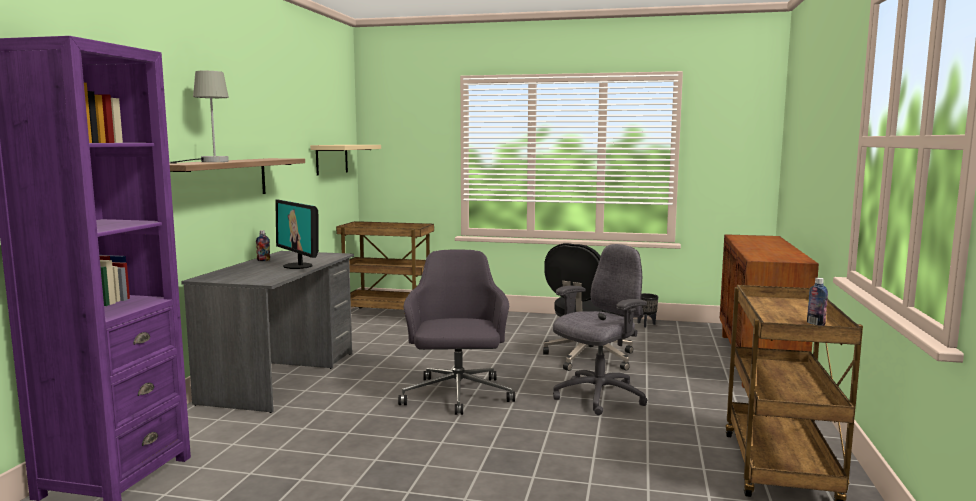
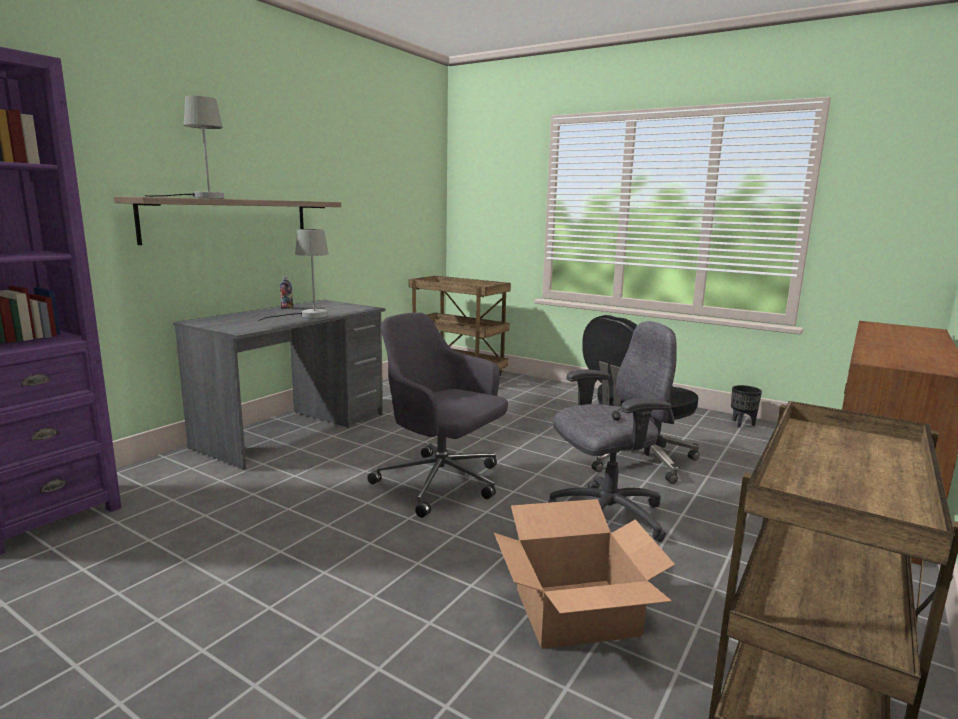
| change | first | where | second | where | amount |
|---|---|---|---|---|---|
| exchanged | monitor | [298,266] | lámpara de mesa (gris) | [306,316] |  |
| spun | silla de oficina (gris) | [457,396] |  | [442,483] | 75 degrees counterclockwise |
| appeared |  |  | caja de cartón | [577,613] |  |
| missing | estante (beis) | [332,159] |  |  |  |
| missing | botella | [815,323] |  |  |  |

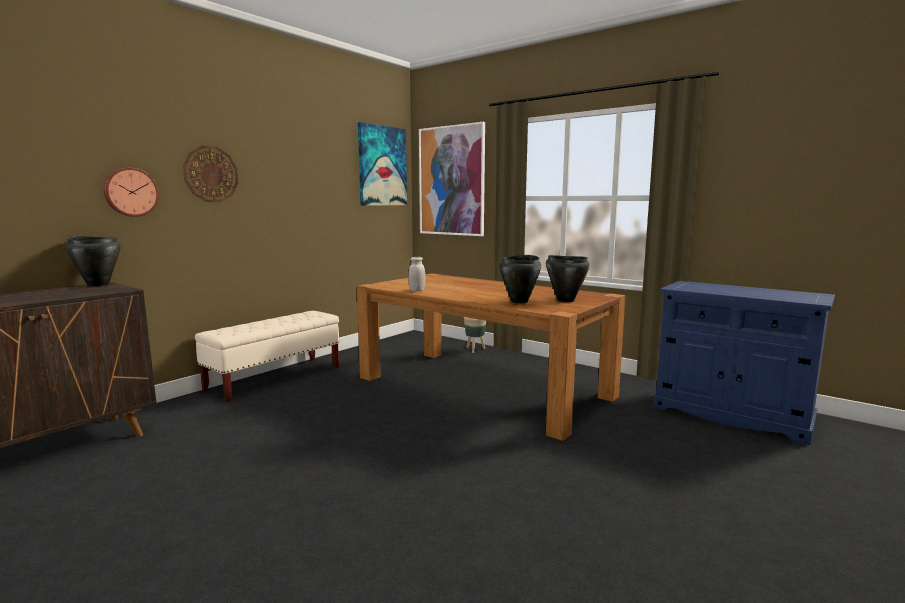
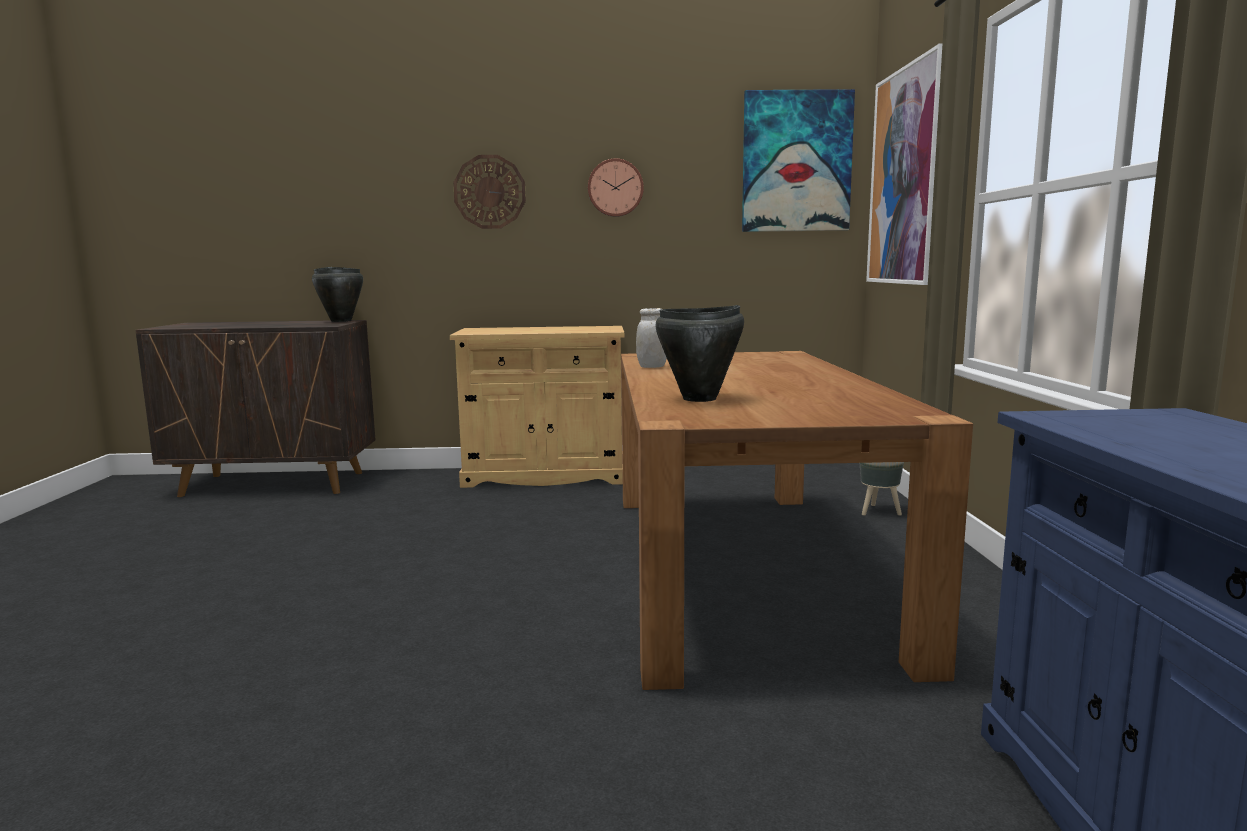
| change | first | where | second | where | amount |
|---|---|---|---|---|---|
| exchanged | banco (beis) | [275,378] | armario (beis) | [545,475] |  |
| relocated | reloj de pared | [130,192] |  | [615,188] |  |
| missing | olla (negro) | [565,300] |  |  |  |

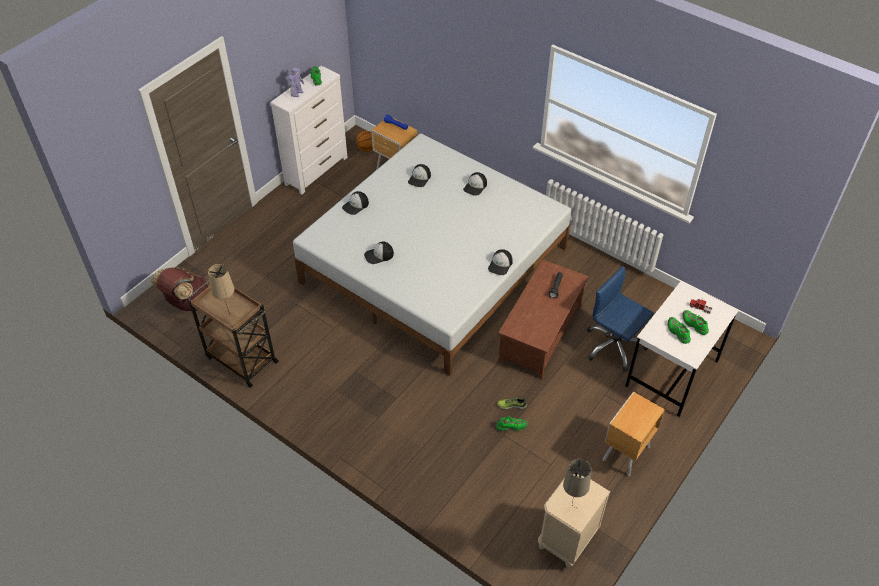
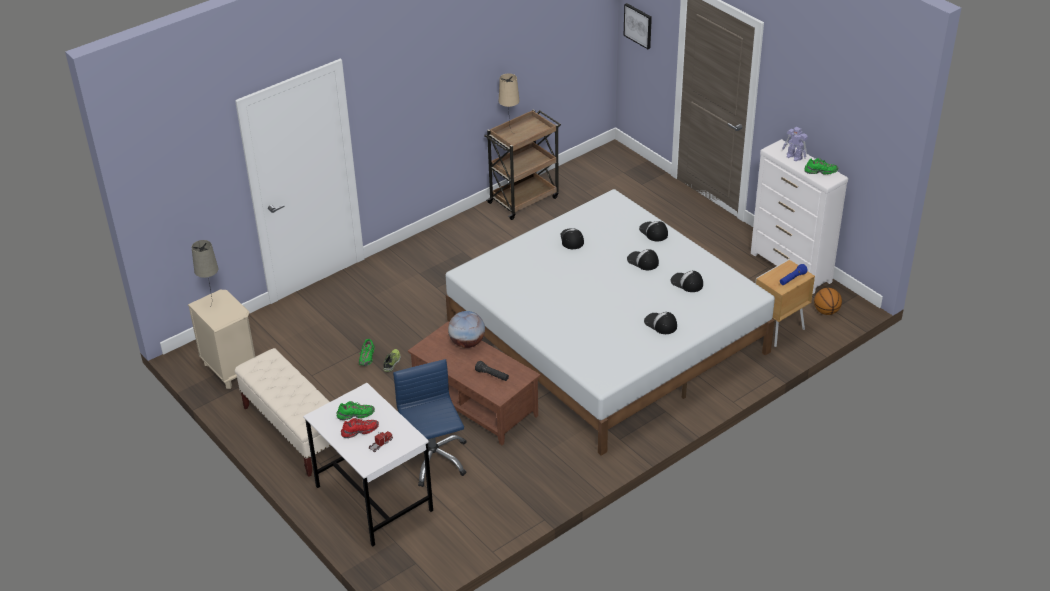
| change | first | where | second | where | amount |
|---|---|---|---|---|---|
| exchanged | mesita de noche (marrón) | [625,454] | banco (beis) | [294,431] |  |
| colour | zapato (verde) | [694,325] | zapato (rojo) | [360,431] |  |
| spun | silla de oficina (azul) | [614,346] |  | [432,459] | 75 degrees counterclockwise |
| appeared |  |  | globo terráqueo | [467,343] |  |
| appeared |  |  | cuadro | [638,25] |  |
| relocated | gorra | [500,265] |  | [642,261] |  |
| missing | mochila (marrón) | [187,303] |  |  |  |

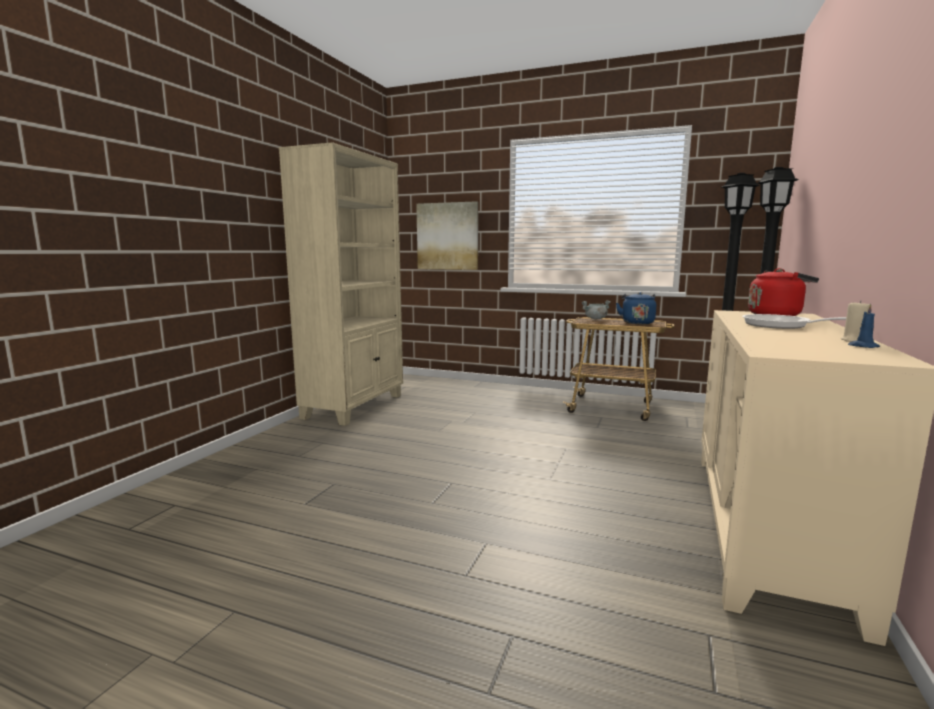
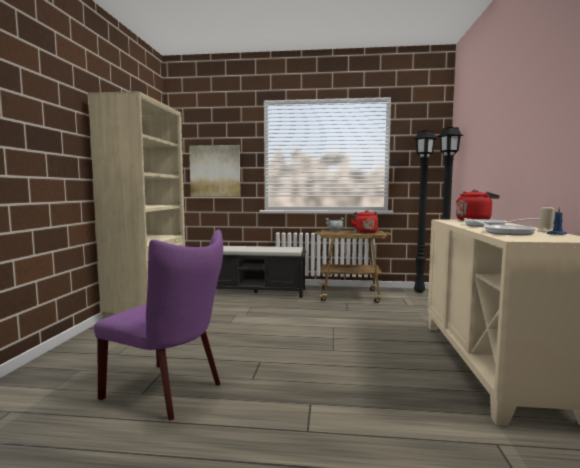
| change | first | where | second | where | amount |
|---|---|---|---|---|---|
| appeared |  |  | silla (morado) | [169,391] |  |
| appeared |  |  | banco (negro) | [255,291] |  |
| colour | hervidor (azul) | [637,322] | hervidor (rojo) | [365,232] |  |
| appeared |  |  | sartén | [504,232] |  |

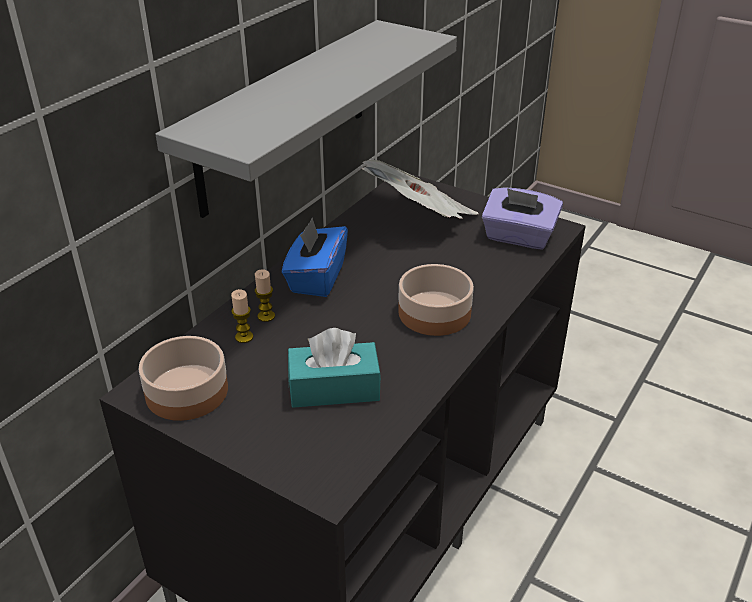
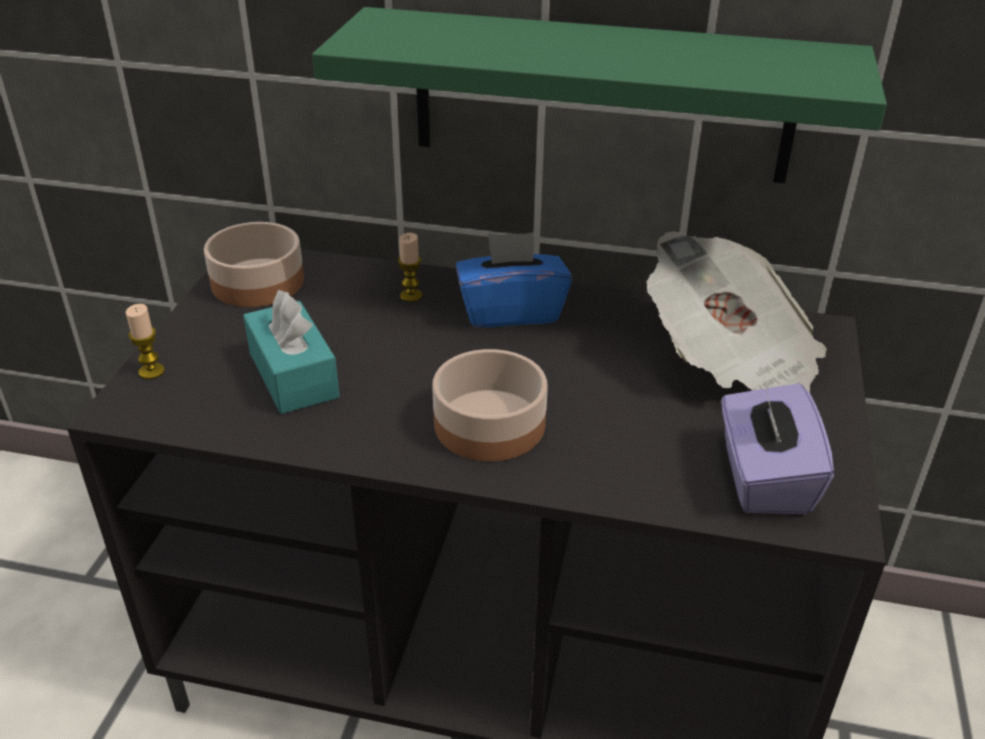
| change | first | where | second | where | amount |
|---|---|---|---|---|---|
| relocated | vela | [244,337] |  | [151,371] |  |
| colour | estante (gris) | [285,116] | estante (verde) | [601,96] |  |

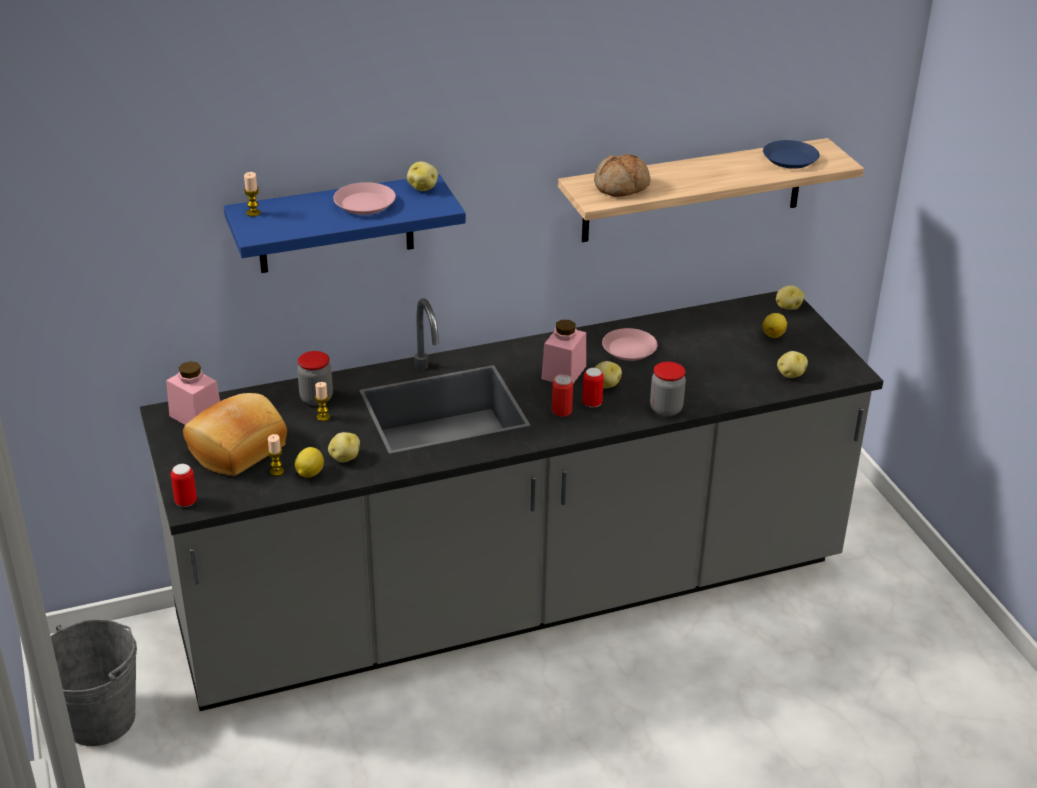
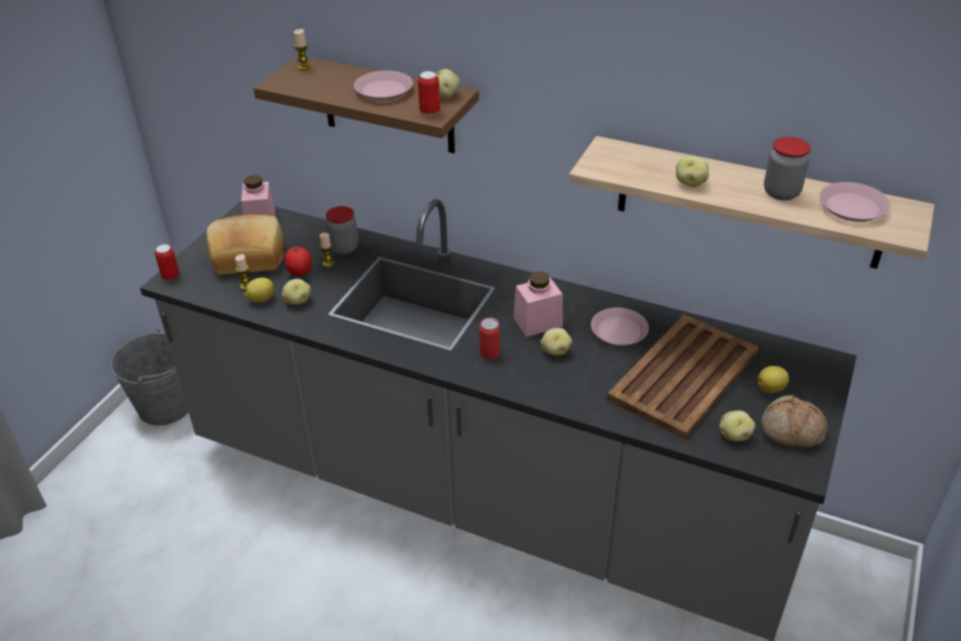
| change | first | where | second | where | amount |
|---|---|---|---|---|---|
| colour | estante (azul) | [335,224] | estante (marrón) | [388,105] |  |
| appeared |  |  | tomate | [300,273] |  |
| relocated | lata | [592,403] |  | [429,112] |  |
| appeared |  |  | bandeja (marrón) | [685,374] |  |
| relocated | patata | [787,307] |  | [690,183] |  |
| relocated | pan | [622,187] |  | [791,431] |  |
| relocated | tarro | [666,409] |  | [781,192] |  |
| colour | plato (azul) | [790,159] | plato (rosa) | [852,208] |  |

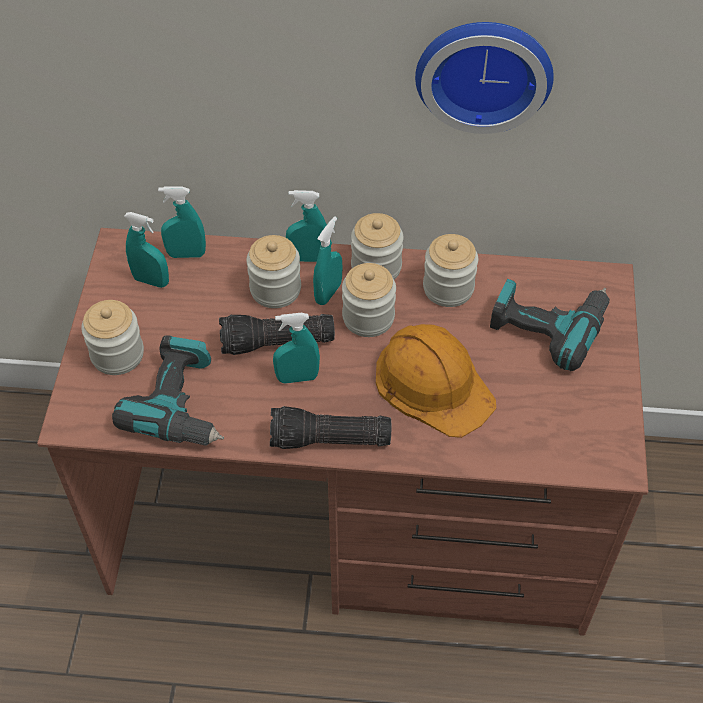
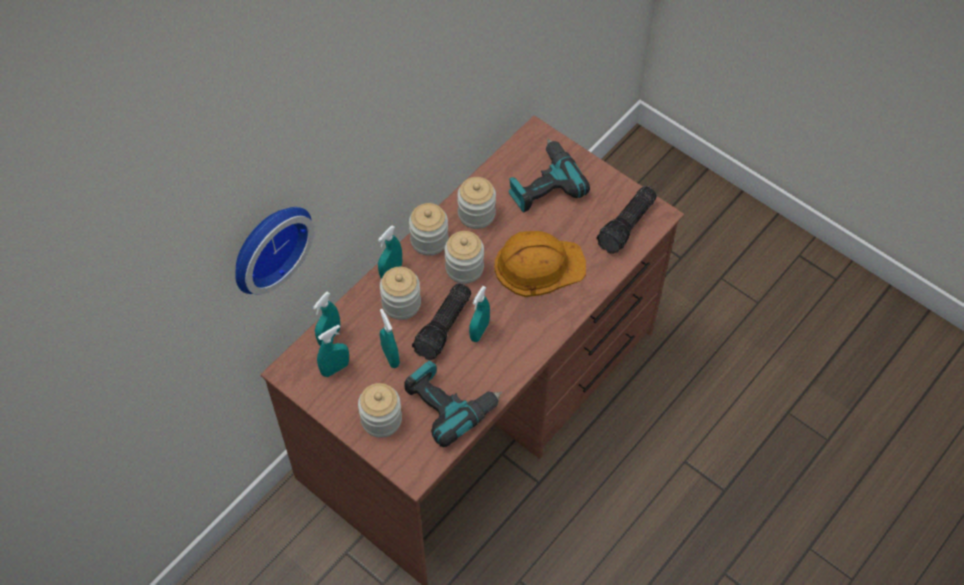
| change | first | where | second | where | amount |
|---|---|---|---|---|---|
| relocated | reloj de pared | [484,70] |  | [267,245] |  |
| relocated | pulverizador (turquesa) | [328,293] |  | [390,357] |  |
| relocated | linterna | [328,441] |  | [627,226] |  |

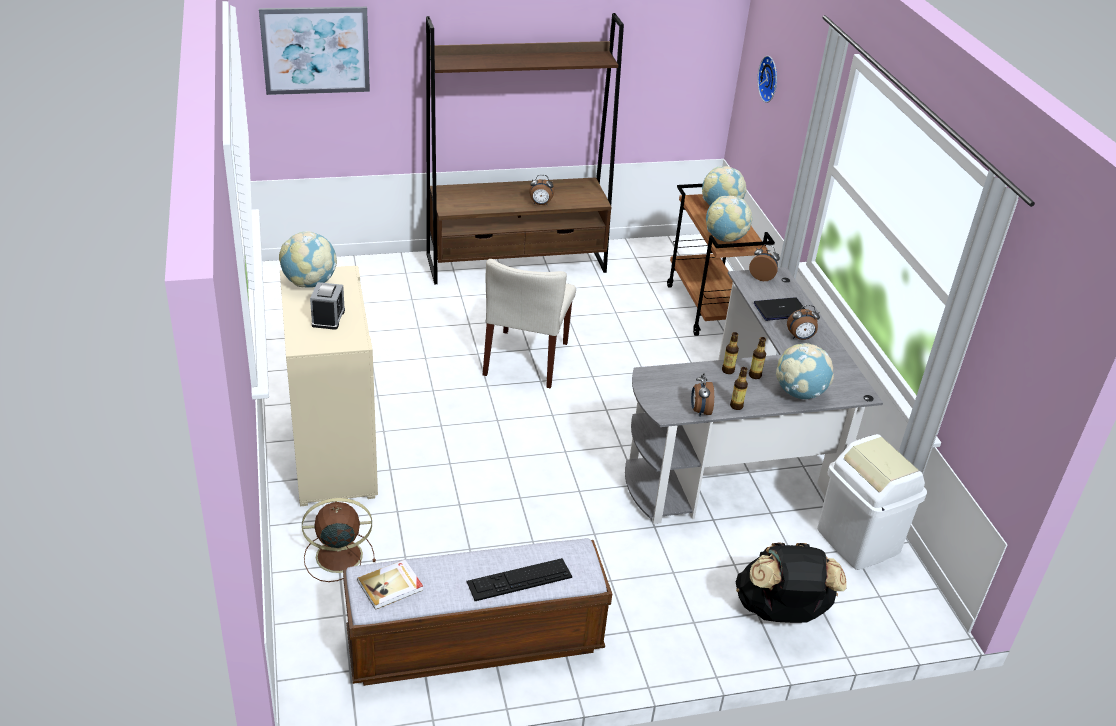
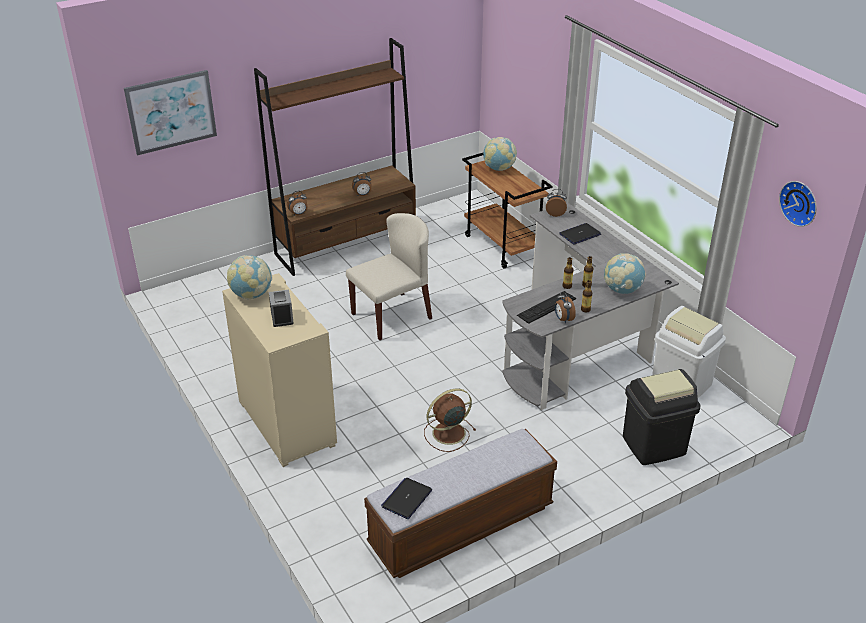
| change | first | where | second | where | amount |
|---|---|---|---|---|---|
| relocated | despertador | [800,338] |  | [298,214] |  |
| spun | silla (beis) | [526,359] |  | [392,315] | 120 degrees counterclockwise |
| exchanged | libro | [391,586] | portátil | [407,499] |  |
| relocated | ventilador (marrón) | [337,556] |  | [447,433] |  |
| relocated | teclado | [519,579] |  | [546,307] |  |
| exchanged | mochila (negro) | [781,612] | papelera (negro) | [654,446] |  |
| relocated | reloj de pared | [770,79] |  | [800,202] |  |
| missing | globo terráqueo | [725,238] |  |  |  |

